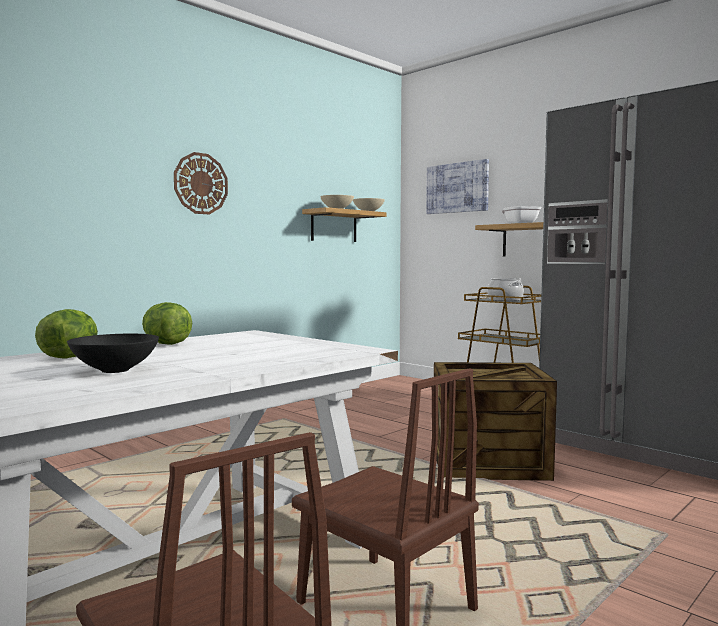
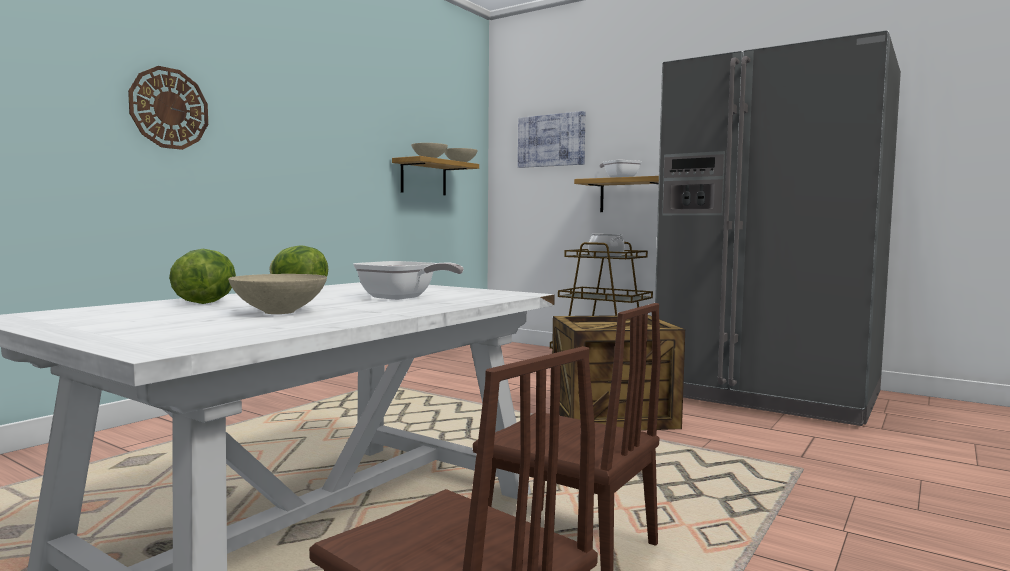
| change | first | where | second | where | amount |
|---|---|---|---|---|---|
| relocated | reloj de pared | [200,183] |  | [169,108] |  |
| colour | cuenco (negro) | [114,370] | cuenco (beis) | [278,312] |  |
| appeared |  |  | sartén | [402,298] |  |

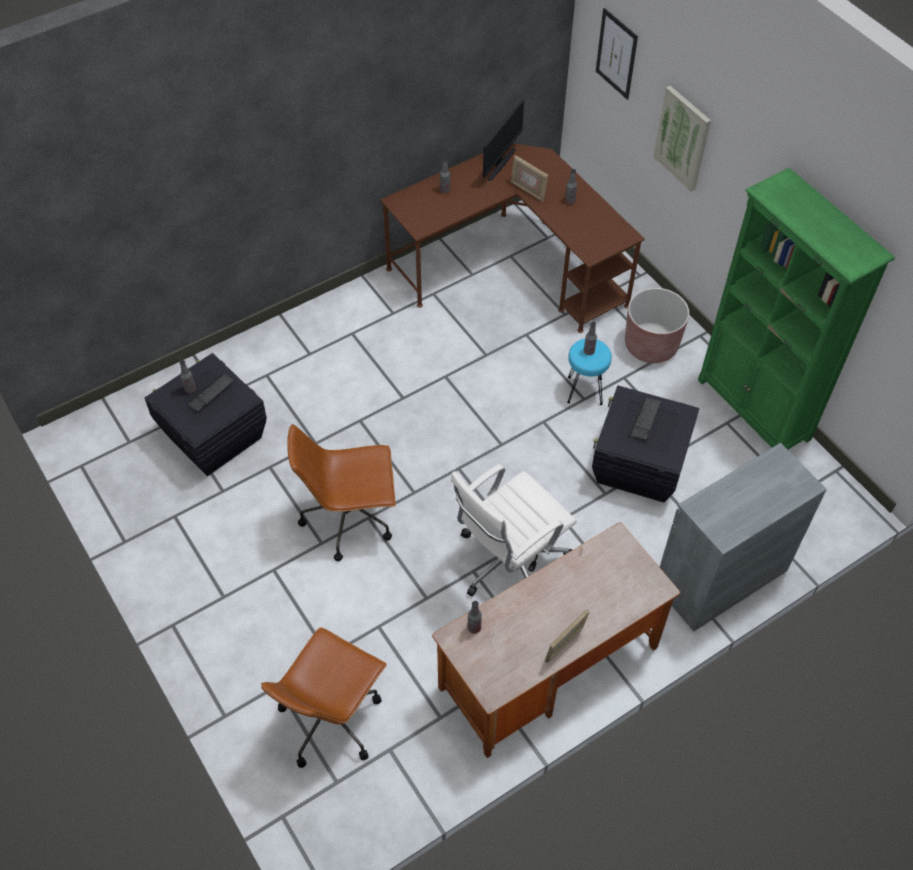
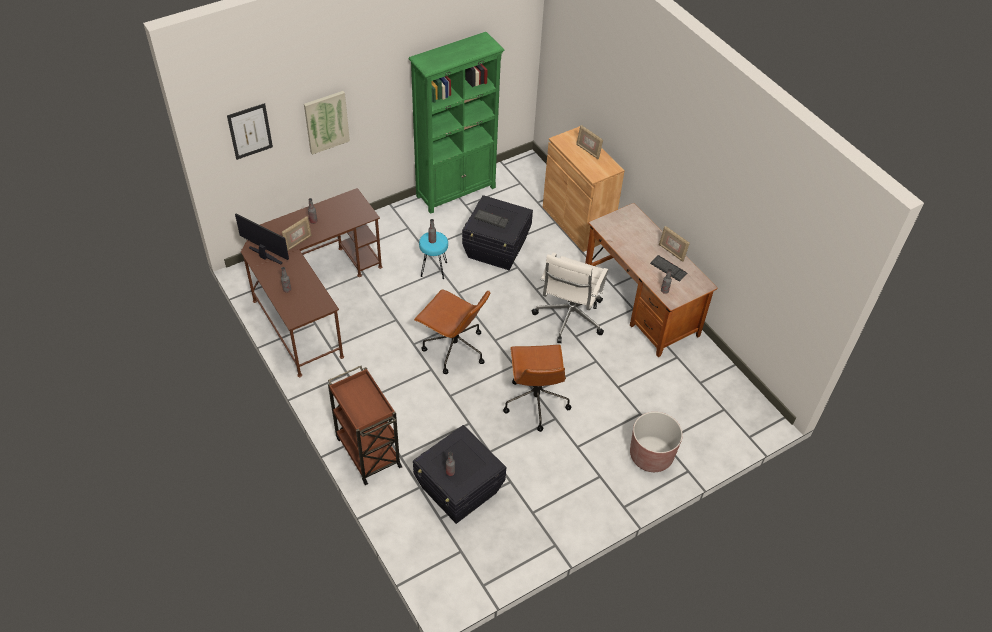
| change | first | where | second | where | amount |
|---|---|---|---|---|---|
| appeared |  |  | carrito (marrón) | [367,451] |  |
| relocated | silla de oficina (marrón) | [331,718] |  | [453,349] |  |
| spun | silla de oficina (blanco) | [509,562] |  | [569,318] | 60 degrees clockwise |
| colour | armario (gris) | [721,578] | armario (marrón) | [577,222] |  |
| appeared |  |  | portarretratos | [588,151] |  |
| relocated | maceta (marrón) | [651,345] |  | [651,456] |  |
| relocated | teclado | [211,393] |  | [668,269] |  |

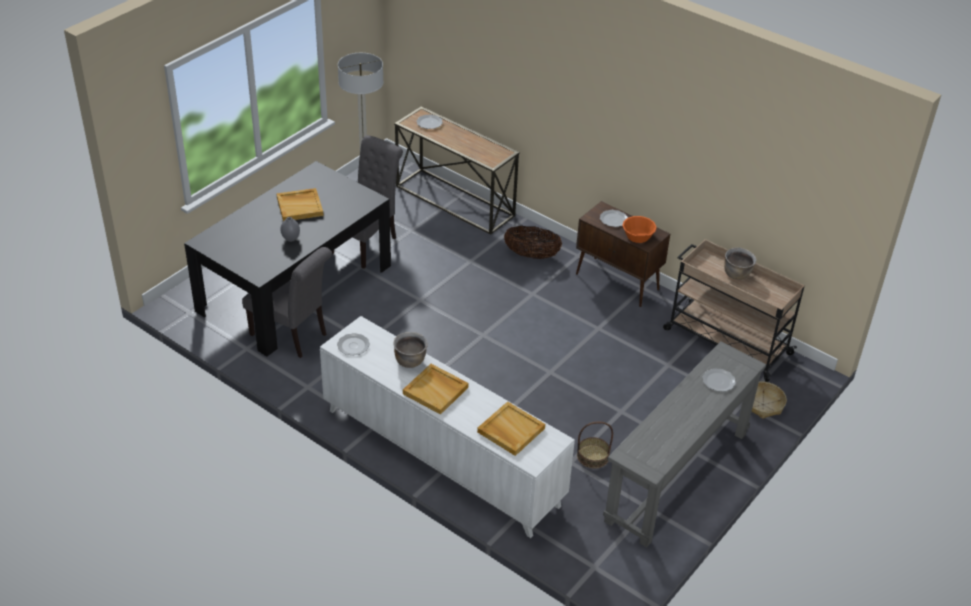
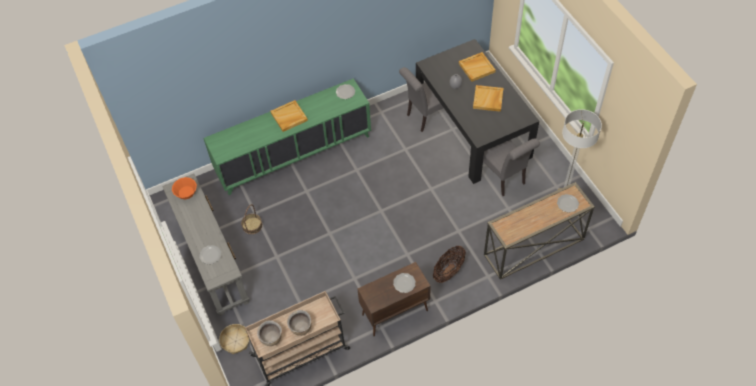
| change | first | where | second | where | amount |
|---|---|---|---|---|---|
| relocated | cuenco (naranja) | [638,235] |  | [186,192] |  |
| colour | armario (blanco) | [441,458] | armario (verde) | [293,154] |  |
| relocated | olla (marrón) | [410,361] |  | [271,339] |  |
| relocated | bandeja (beis) | [510,430] |  | [477,67] |  |

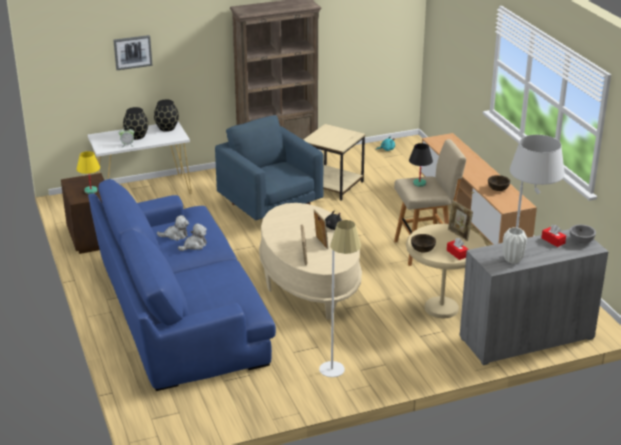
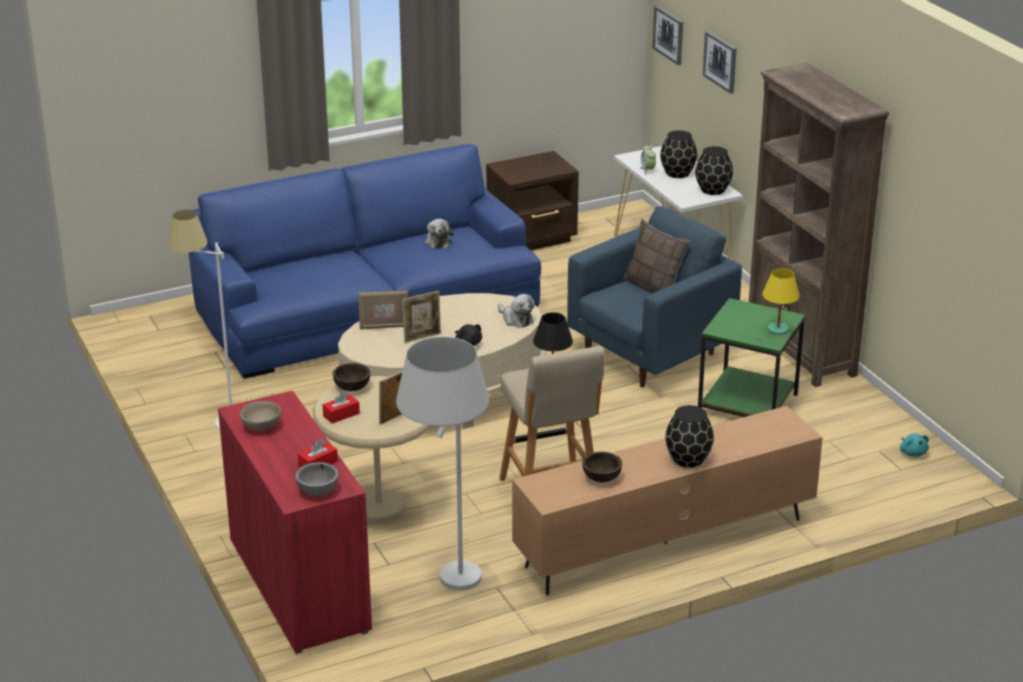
| change | first | where | second | where | amount |
|---|---|---|---|---|---|
| colour | armario (gris) | [526,338] | armario (rojo) | [299,585] |  |
| exchanged | florero (blanco) | [512,260] | cuenco (beis) | [261,426] |  |
| relocated | peluche | [194,245] |  | [516,319] |  |
| appeared |  |  | cojín | [654,287] |  |
| appeared |  |  | cuadro | [669,34] |  |
| appeared |  |  | florero (negro) | [688,459] |  |
| colour | mesa auxiliar (beis) | [333,186] | mesa auxiliar (verde) | [746,404] |  |
| relocated | lámpara de mesa (amarillo) | [90,191] |  | [777,330] |  |

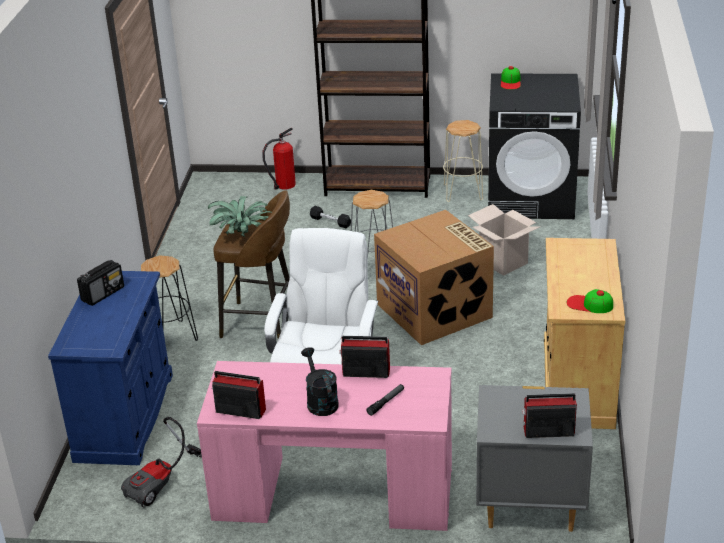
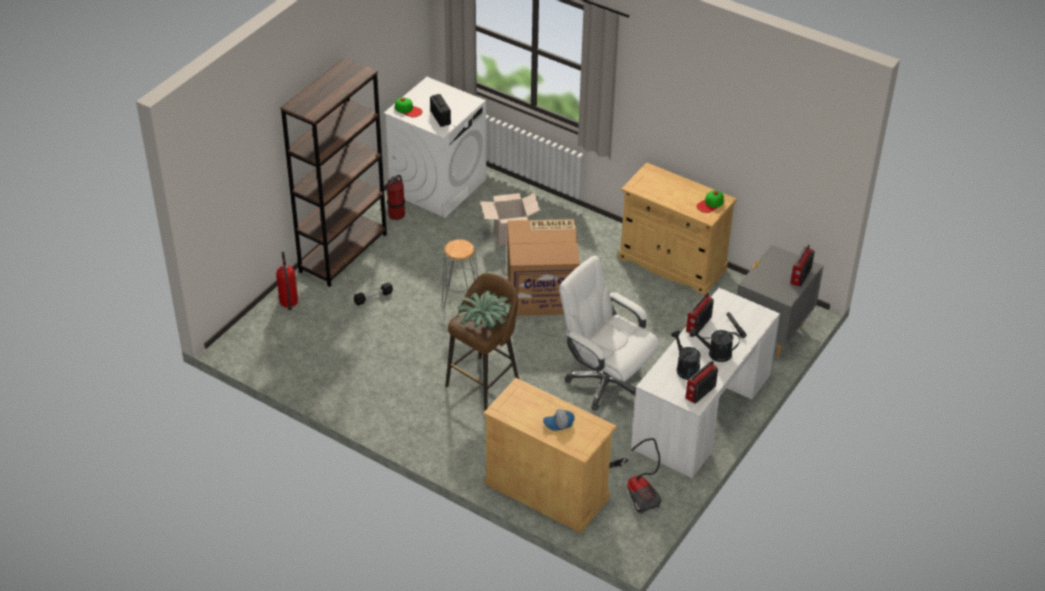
| change | first | where | second | where | amount |
|---|---|---|---|---|---|
| colour | lavadora (negro) | [531,198] | lavadora (blanco) | [438,186] |  |
| exchanged | taburete (beis) | [462,192] | extintor | [397,214] |  |
| relocated | radio | [103,294] |  | [440,117] |  |
| colour | armario (azul) | [125,417] | armario (beis) | [547,490] |  |
| appeared |  |  | gorra | [559,423] |  |
| colour | escritorio (rosa) | [333,490] | escritorio (blanco) | [701,411] |  |
| appeared |  |  | regadera (negro) | [685,368] |  |
| missing | taburete (negro) | [170,337] |  |  |  |

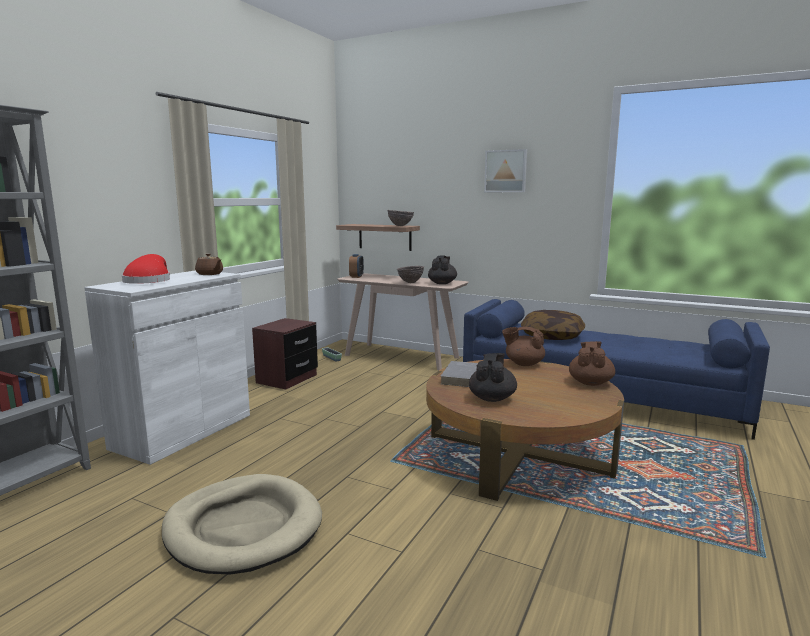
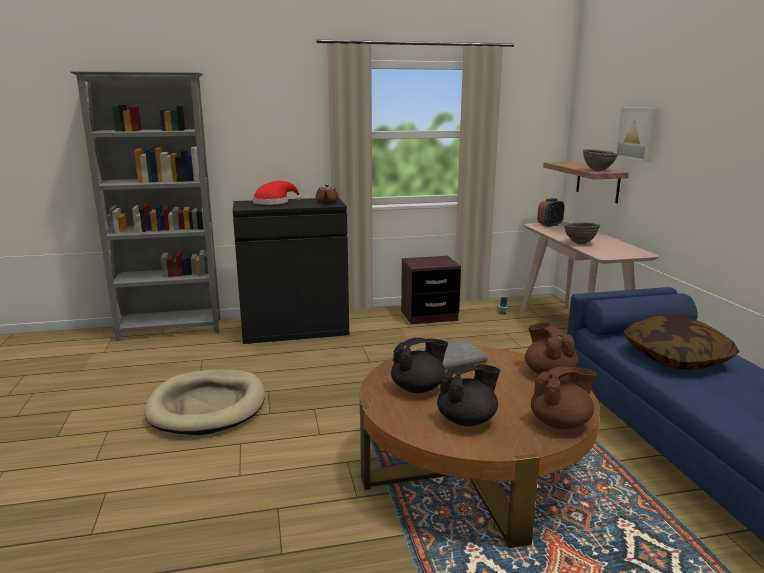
| change | first | where | second | where | amount |
|---|---|---|---|---|---|
| colour | armario (blanco) | [183,431] | armario (negro) | [295,329] |  |
| relocated | tetera (negro) | [442,283] |  | [467,420] |  |
| relocated | cuadro | [506,171] |  | [637,133] |  |

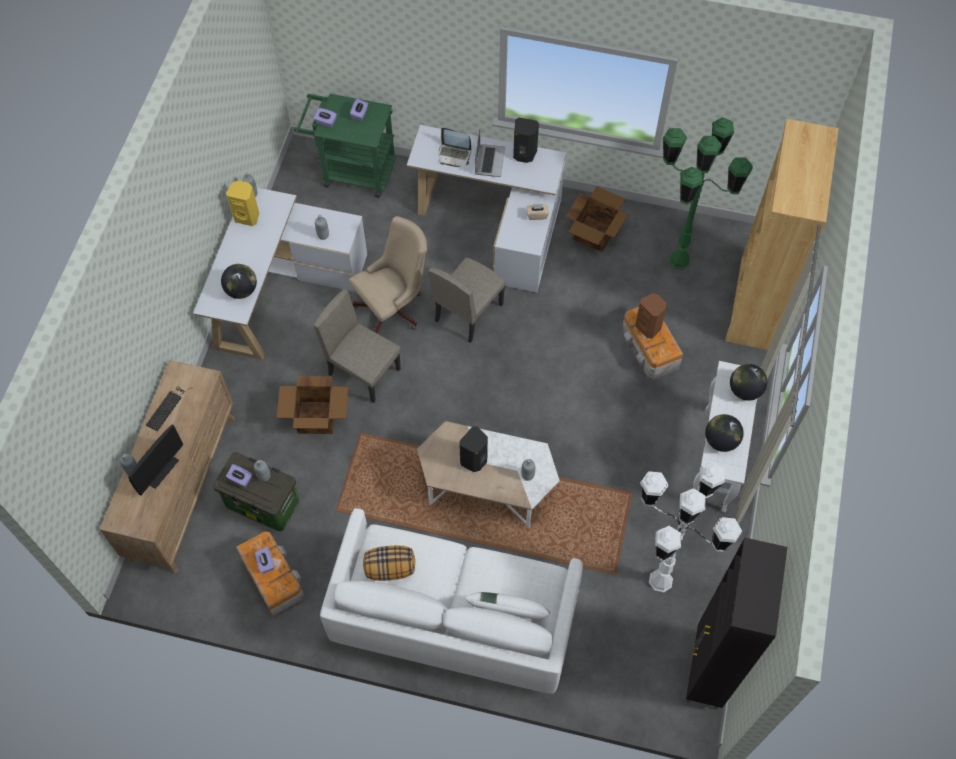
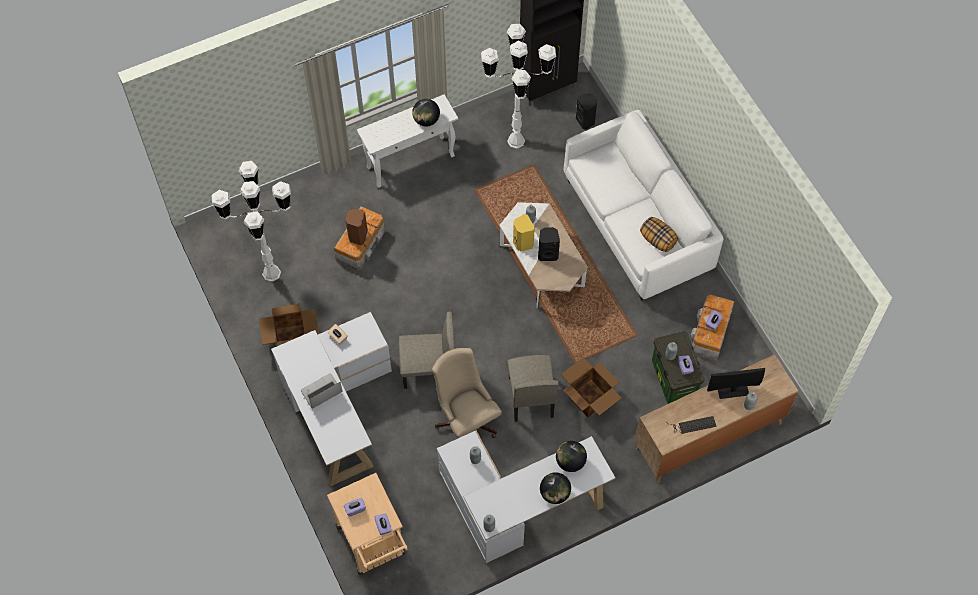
| change | first | where | second | where | amount |
|---|---|---|---|---|---|
| colour | lámpara de pie (verde) | [680,260] | lámpara de pie (blanco) | [271,273] |  |
| colour | carrito (verde) | [352,171] | carrito (beis) | [373,545] |  |
| spun | silla de oficina (beis) | [394,307] |  | [465,419] | 45 degrees clockwise |
| relocated | altavoz (amarillo) | [247,216] |  | [522,243] |  |
| relocated | globo terráqueo | [745,390] |  | [554,493] |  |
| relocated | altavoz (negro) | [524,154] |  | [586,121] |  |
| missing | portátil | [454,155] |  |  |  |
| missing | cojín (blanco) | [507,611] |  |  |  |
| missing | estantería (marrón) | [754,303] |  |  |  |

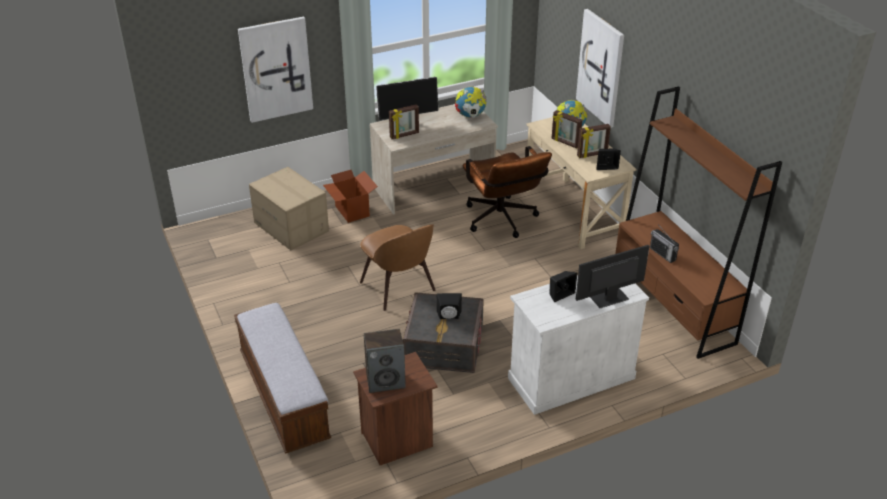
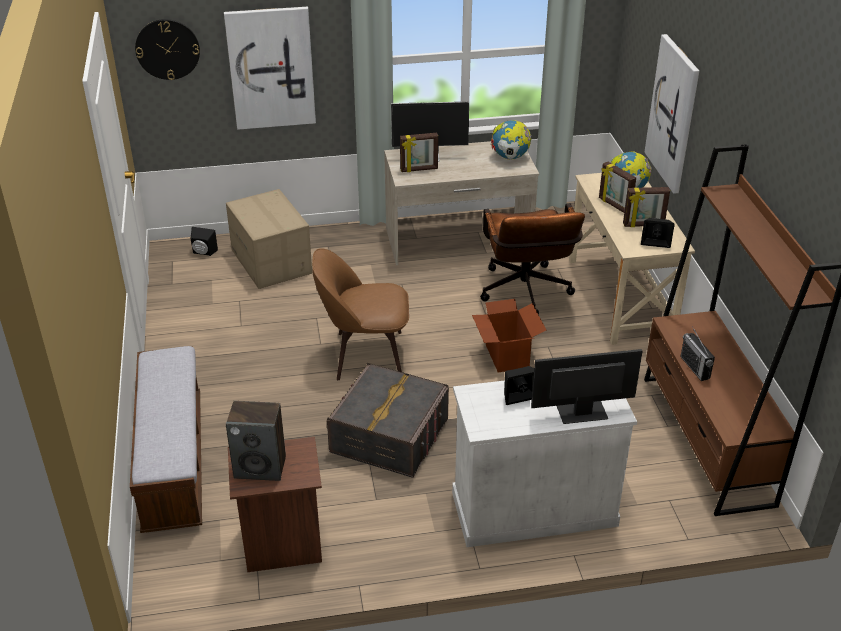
| change | first | where | second | where | amount |
|---|---|---|---|---|---|
| appeared |  |  | reloj de pared | [167,49] |  |
| relocated | altavoz (negro) | [449,316] |  | [203,253] |  |
| spun | silla (marrón) | [399,288] |  | [365,355] | 105 degrees clockwise |
| relocated | caja de cartón | [351,211] |  | [506,356] |  |

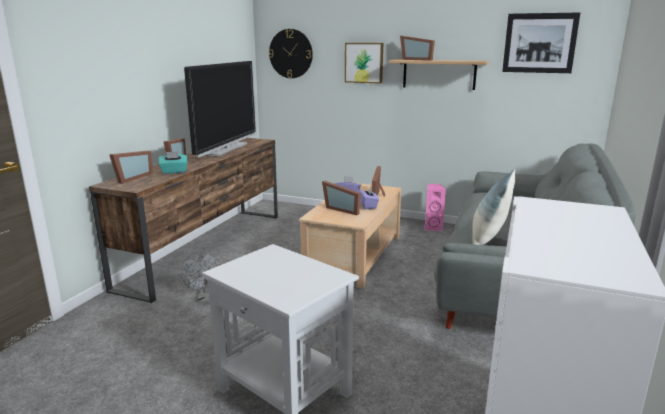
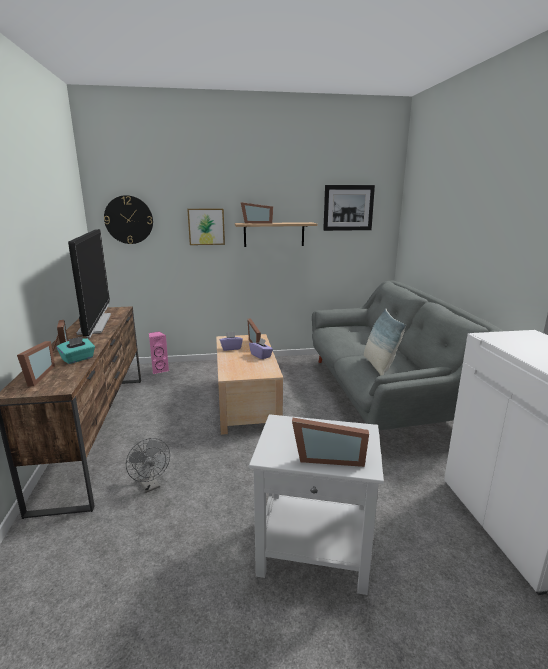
| change | first | where | second | where | amount |
|---|---|---|---|---|---|
| relocated | altavoz (rosa) | [432,227] |  | [159,370] |  |
| relocated | portarretratos | [343,209] |  | [328,457] |  |

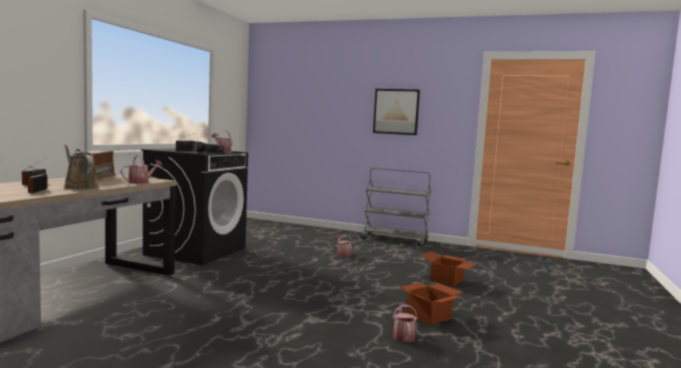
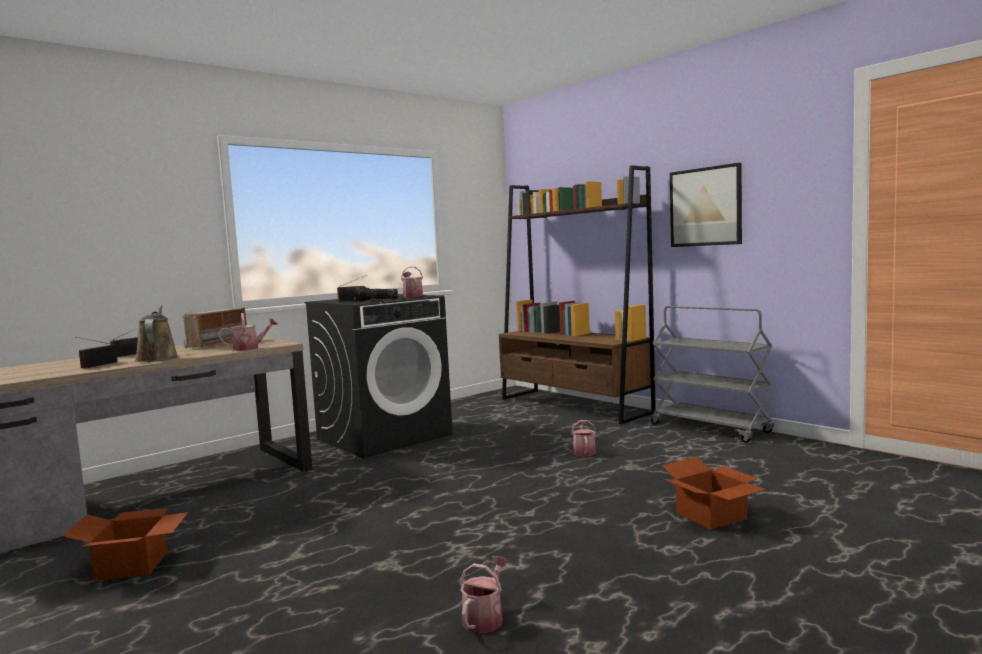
| change | first | where | second | where | amount |
|---|---|---|---|---|---|
| relocated | caja de cartón | [429,316] |  | [134,565] |  |
| appeared |  |  | estantería (marrón) | [574,405] |  |

